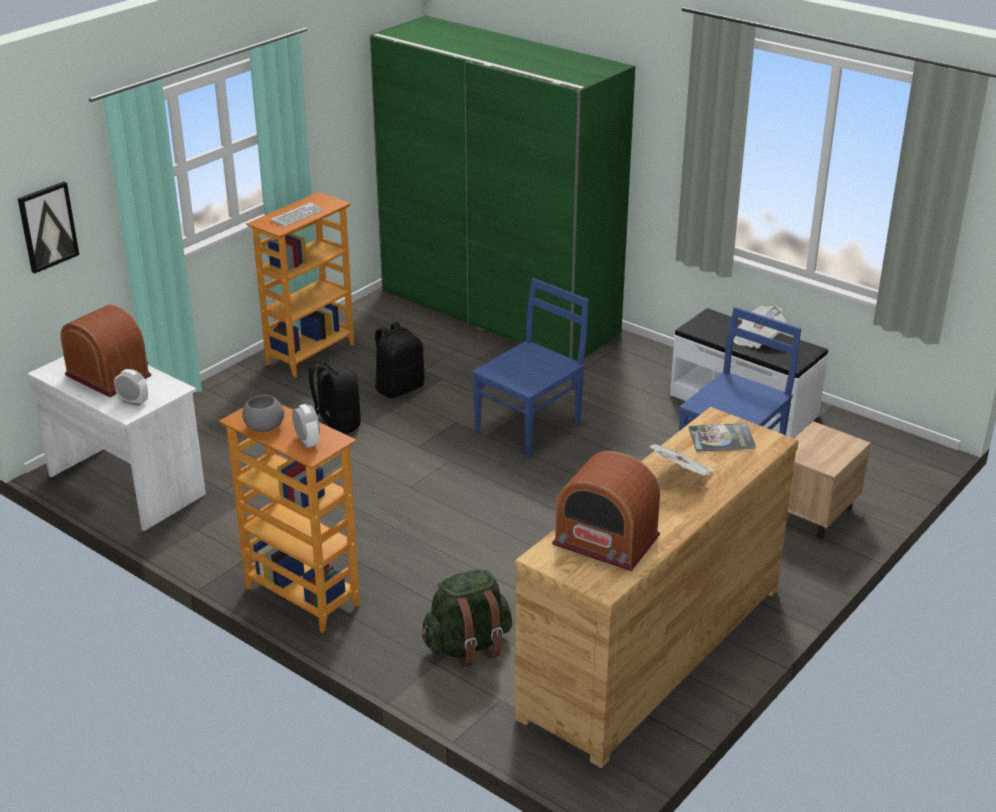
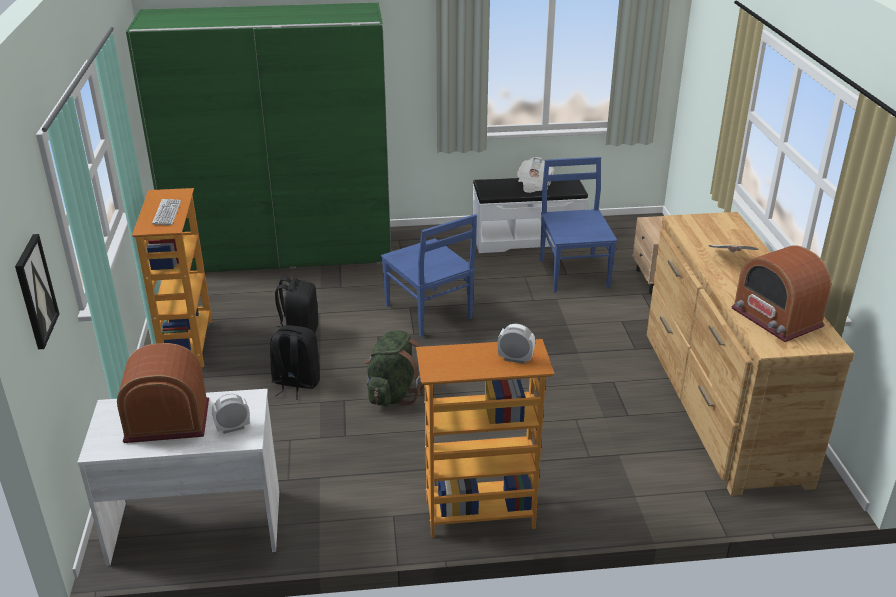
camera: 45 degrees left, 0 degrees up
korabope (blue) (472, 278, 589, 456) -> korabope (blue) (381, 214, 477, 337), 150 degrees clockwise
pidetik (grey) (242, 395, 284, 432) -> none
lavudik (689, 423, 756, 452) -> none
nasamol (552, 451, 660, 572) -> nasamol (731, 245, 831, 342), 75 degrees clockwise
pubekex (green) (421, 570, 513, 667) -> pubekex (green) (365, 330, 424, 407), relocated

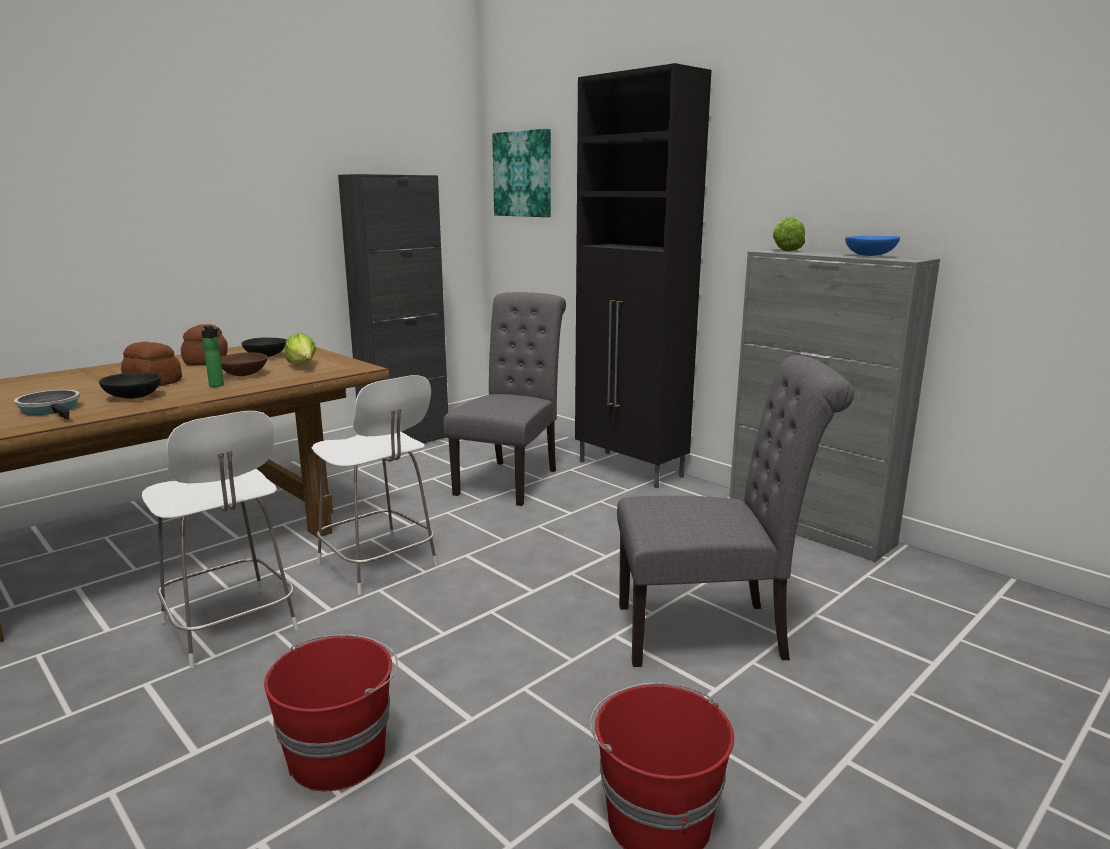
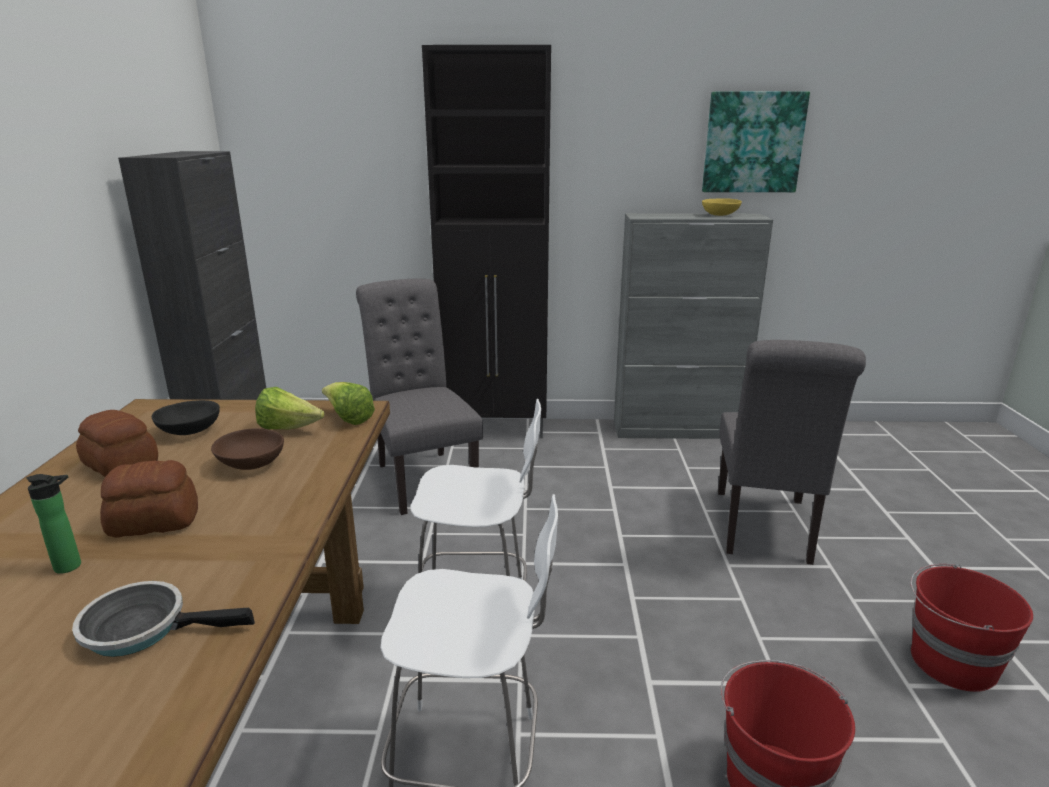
camera: 45 degrees left, 5 degrees up
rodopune (492, 129, 551, 217) -> rodopune (702, 92, 810, 192), relocated
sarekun (773, 217, 805, 251) -> sarekun (322, 382, 375, 425), relocated
pidetik (blue) (845, 236, 900, 256) -> pidetik (yellow) (702, 198, 742, 216)
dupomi (201, 325, 224, 387) -> dupomi (26, 474, 81, 574), relocated
korabope (grey) (617, 355, 854, 667) -> korabope (grey) (718, 340, 866, 565), 150 degrees clockwise
pidetik (black) (99, 373, 161, 399) -> none

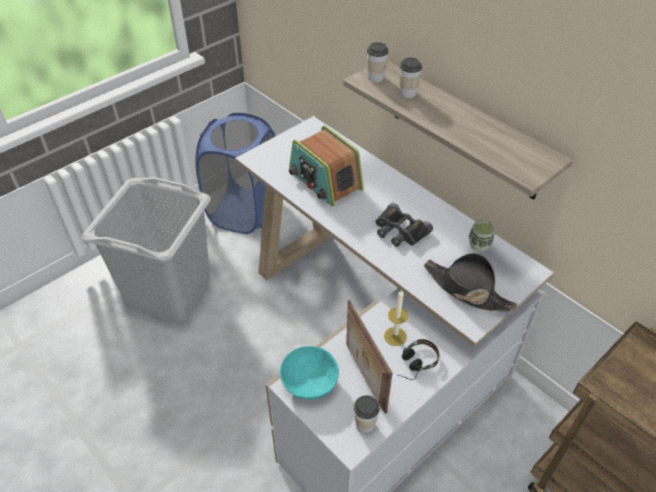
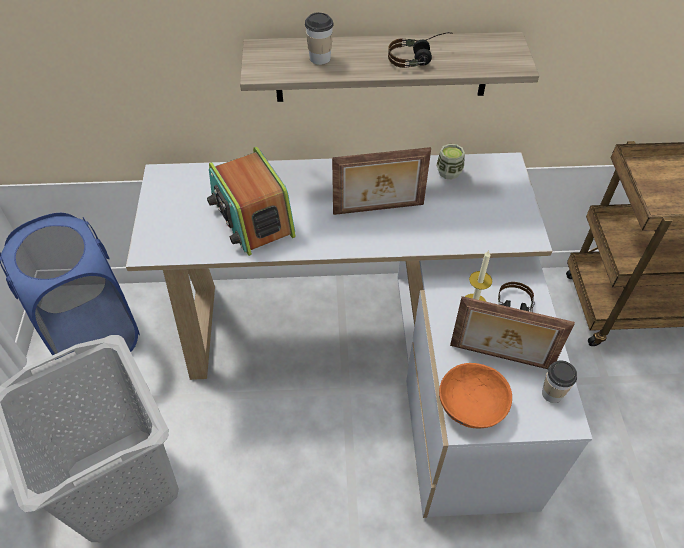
camera: 50 degrees left, 5 degrees up
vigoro (367, 42, 389, 82) -> none
nasamol (289, 125, 364, 207) -> nasamol (207, 147, 295, 256), 60 degrees clockwise
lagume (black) (375, 203, 433, 247) -> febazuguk (332, 147, 431, 215)
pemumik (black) (424, 253, 517, 311) -> none
pidetik (turquoise) (280, 346, 339, 400) -> pidetik (orange) (439, 363, 512, 428)
none -> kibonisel (388, 32, 453, 68)

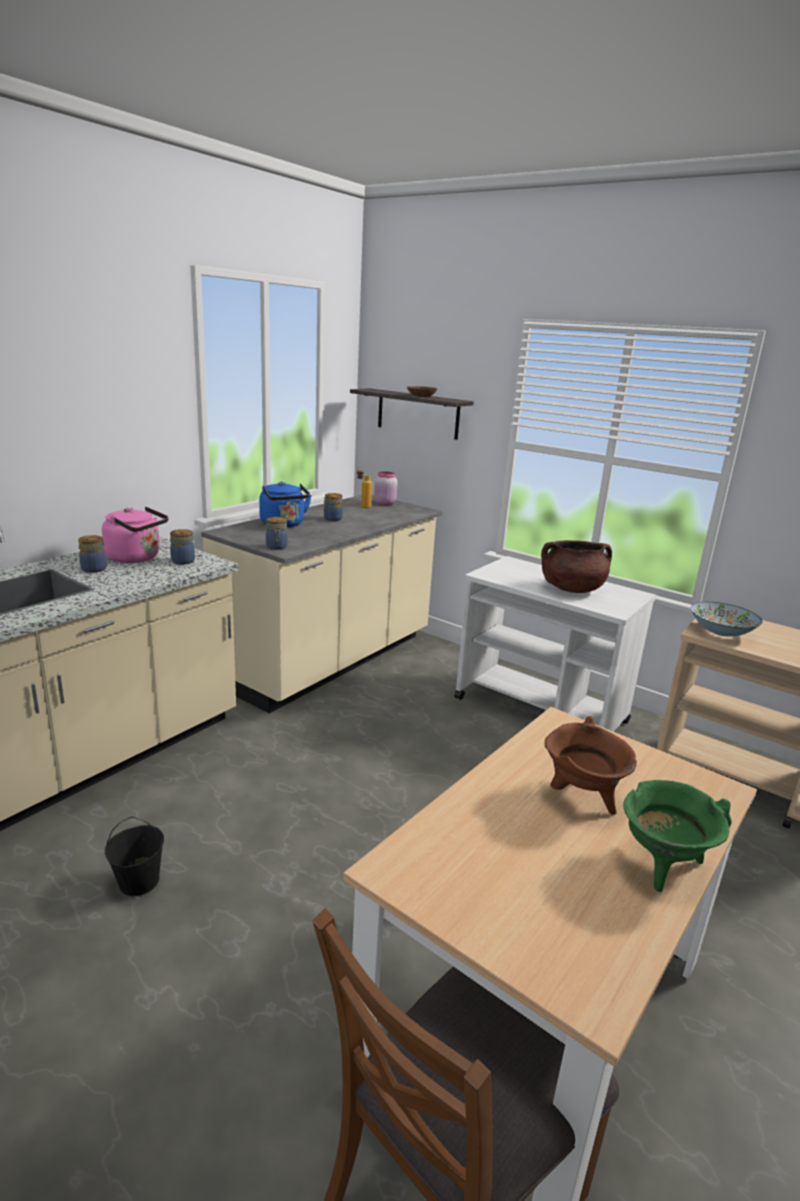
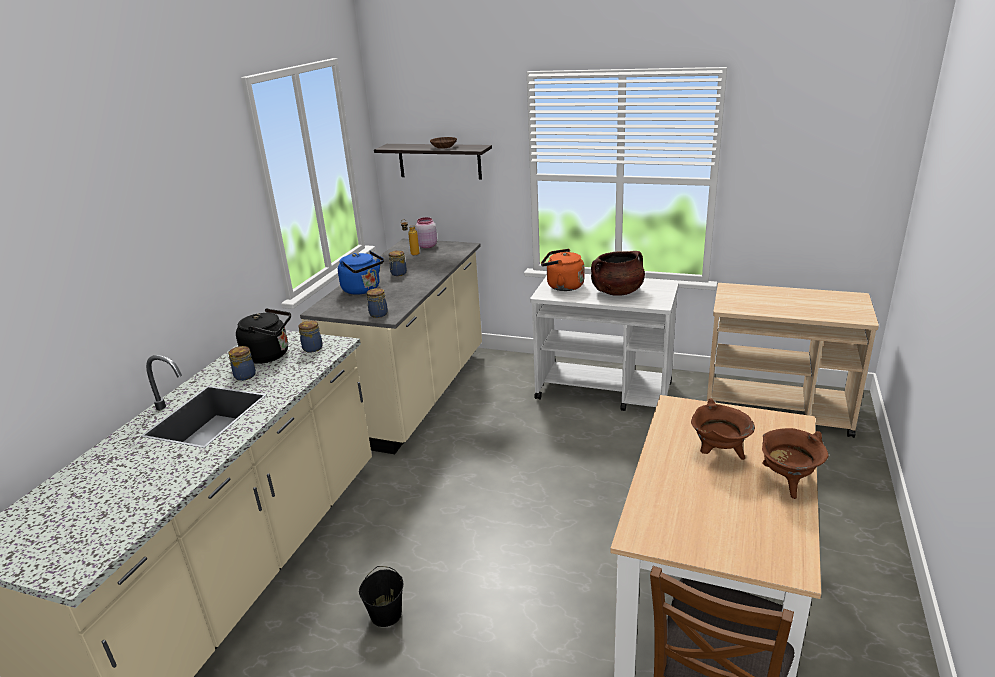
camera: 15 degrees left, 5 degrees up
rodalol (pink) (102, 507, 169, 563) -> rodalol (black) (236, 308, 291, 364)
pidetik (691, 602, 763, 637) -> none
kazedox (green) (623, 780, 732, 892) -> kazedox (brown) (762, 428, 829, 499)
none -> rodalol (orange) (541, 249, 584, 291)

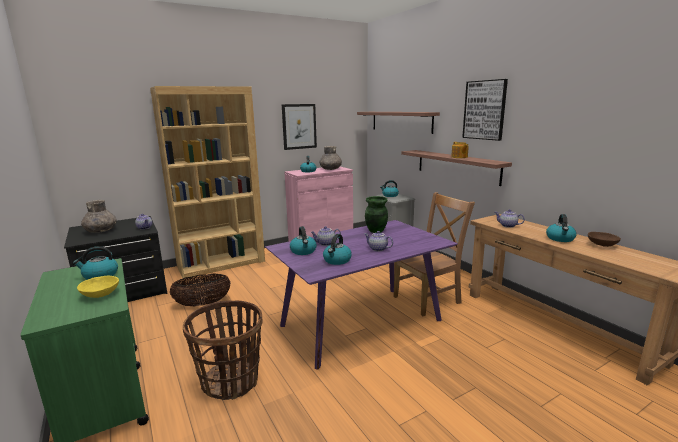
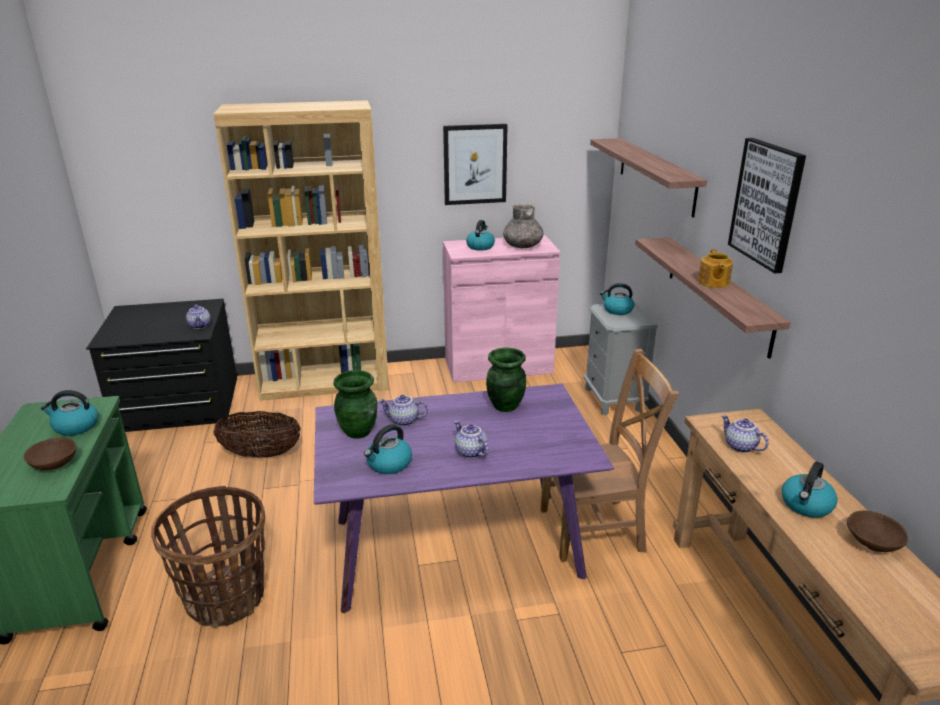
camera: 20 degrees right, 10 degrees up
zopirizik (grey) (81, 200, 117, 233) -> none
rodalol (290, 226, 317, 255) -> zopirizik (green) (333, 370, 377, 439)
pidetik (yellow) (77, 276, 119, 298) -> pidetik (brown) (24, 438, 77, 470)

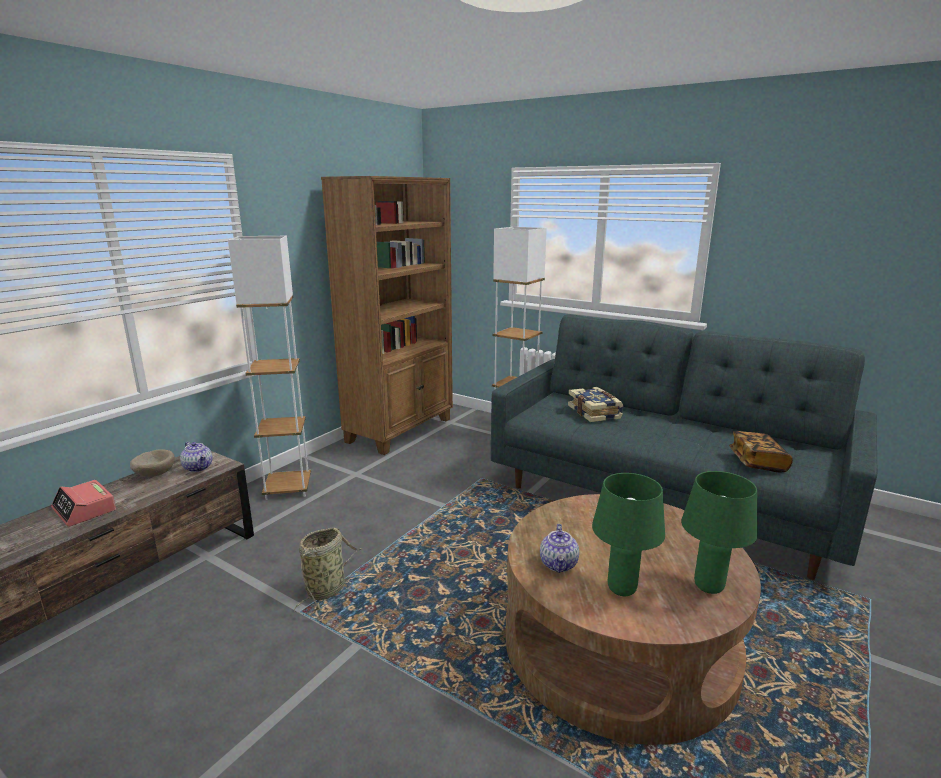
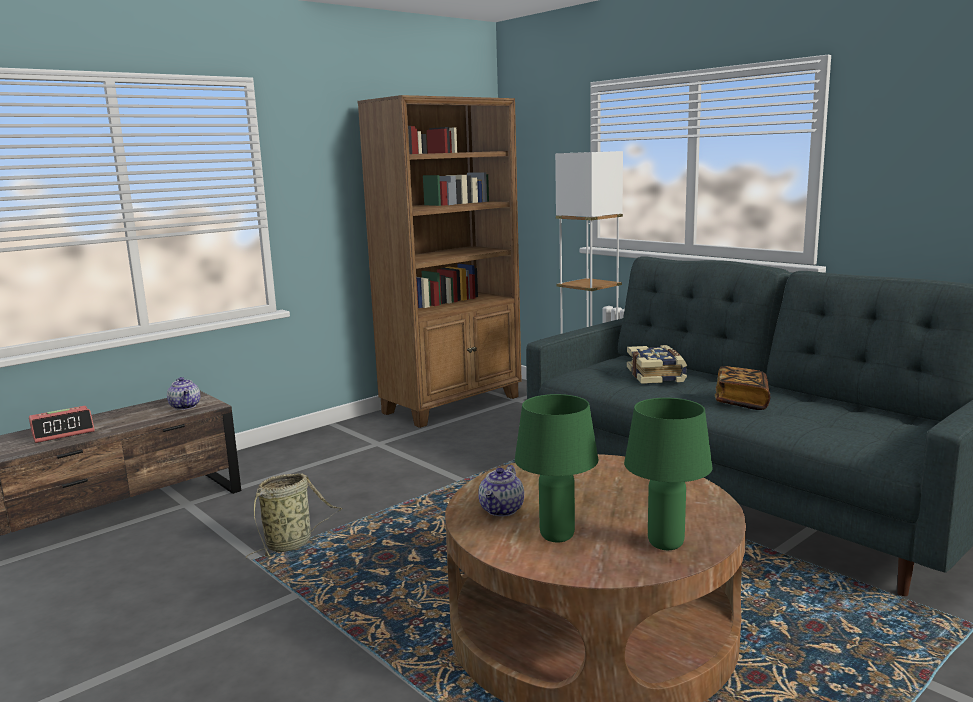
camera: 15 degrees right, 5 degrees down
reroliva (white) (228, 236, 311, 500) -> none
lavudik (729, 431, 793, 472) -> lavudik (715, 366, 770, 410), relocated
pidetik (beige) (130, 450, 175, 477) -> none
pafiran (51, 480, 116, 527) -> pafiran (29, 406, 95, 443), 90 degrees counterclockwise

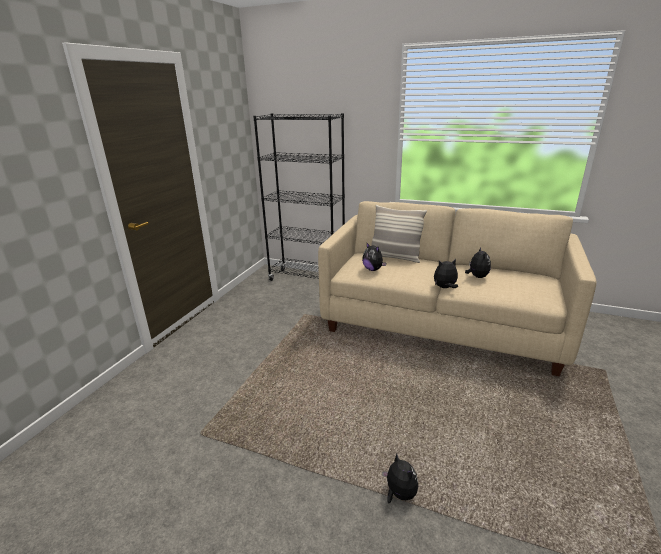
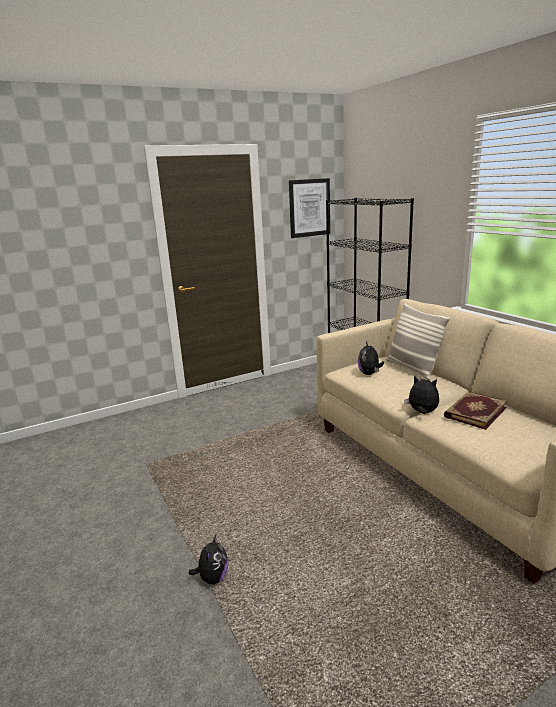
camera: 40 degrees right, 5 degrees down
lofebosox (465, 247, 491, 278) -> lavudik (444, 392, 508, 430)
none -> rodopune (289, 178, 330, 238)

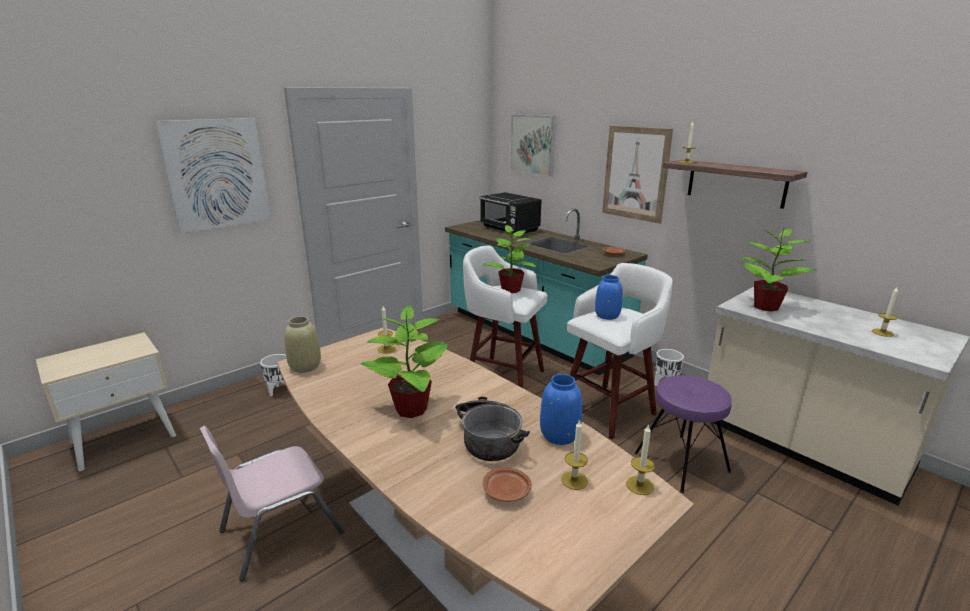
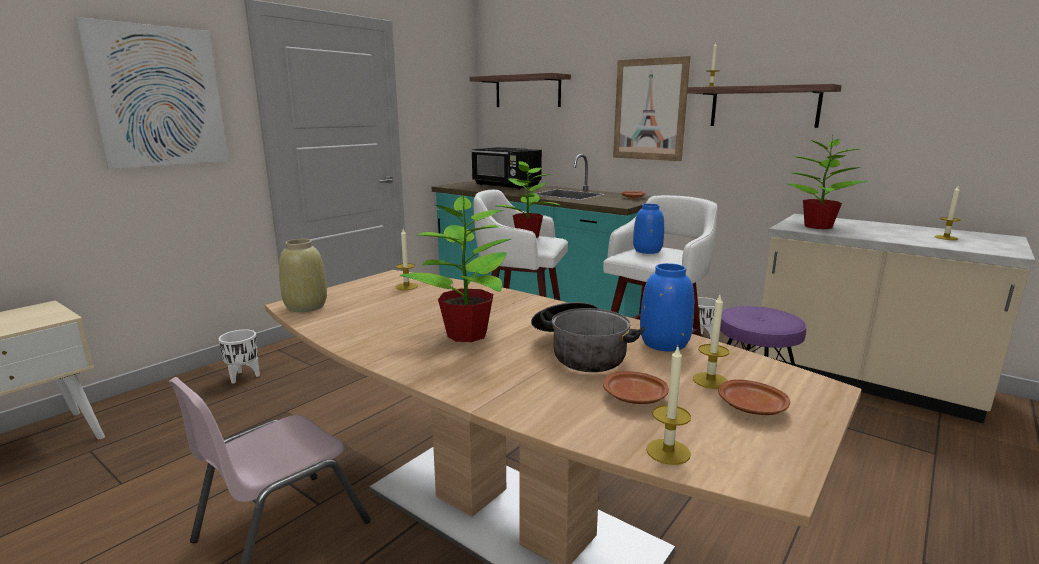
camera: 10 degrees left, 5 degrees down
rodopune (510, 115, 556, 177) -> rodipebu (470, 73, 571, 107)
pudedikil (626, 424, 655, 495) -> pudedikil (646, 347, 691, 465), relocated
none -> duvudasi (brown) (718, 379, 790, 415)

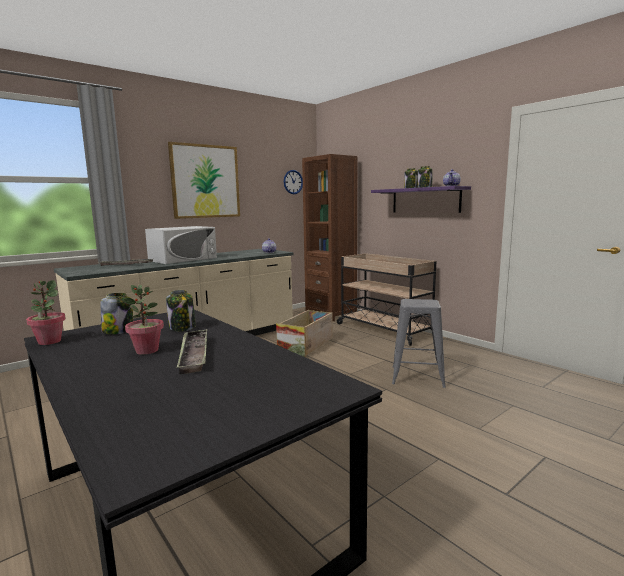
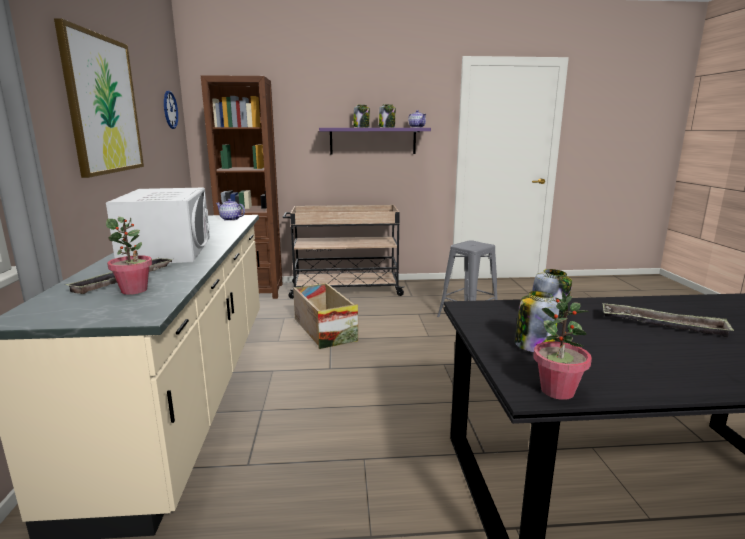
camera: 55 degrees left, 5 degrees up
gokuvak (122, 284, 164, 355) -> gokuvak (106, 217, 152, 295), relocated

